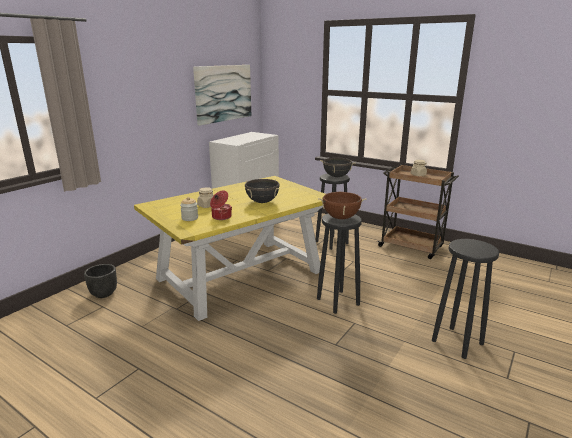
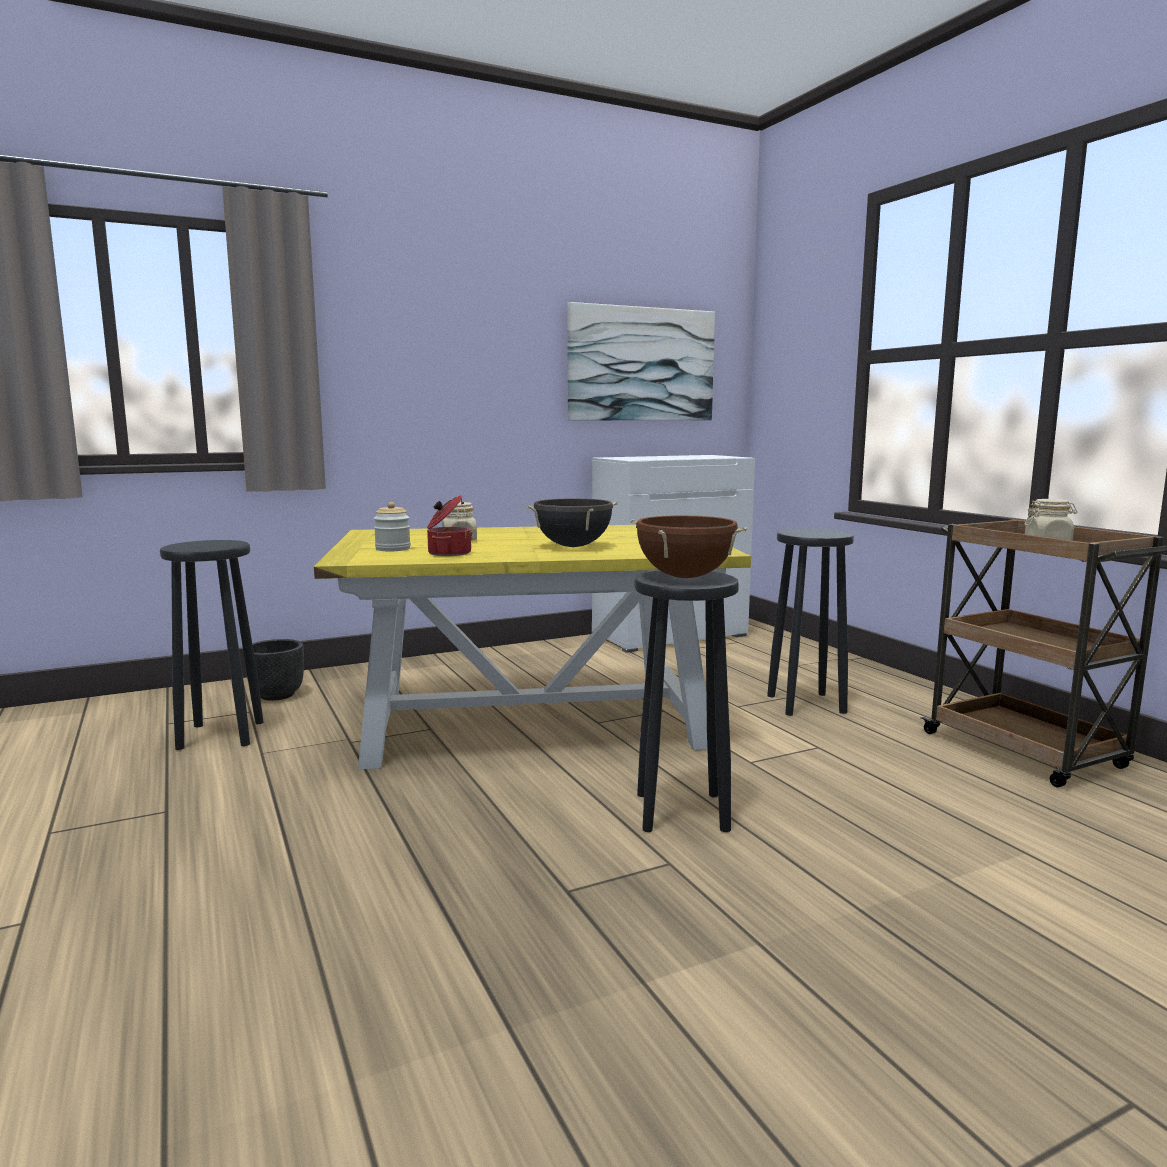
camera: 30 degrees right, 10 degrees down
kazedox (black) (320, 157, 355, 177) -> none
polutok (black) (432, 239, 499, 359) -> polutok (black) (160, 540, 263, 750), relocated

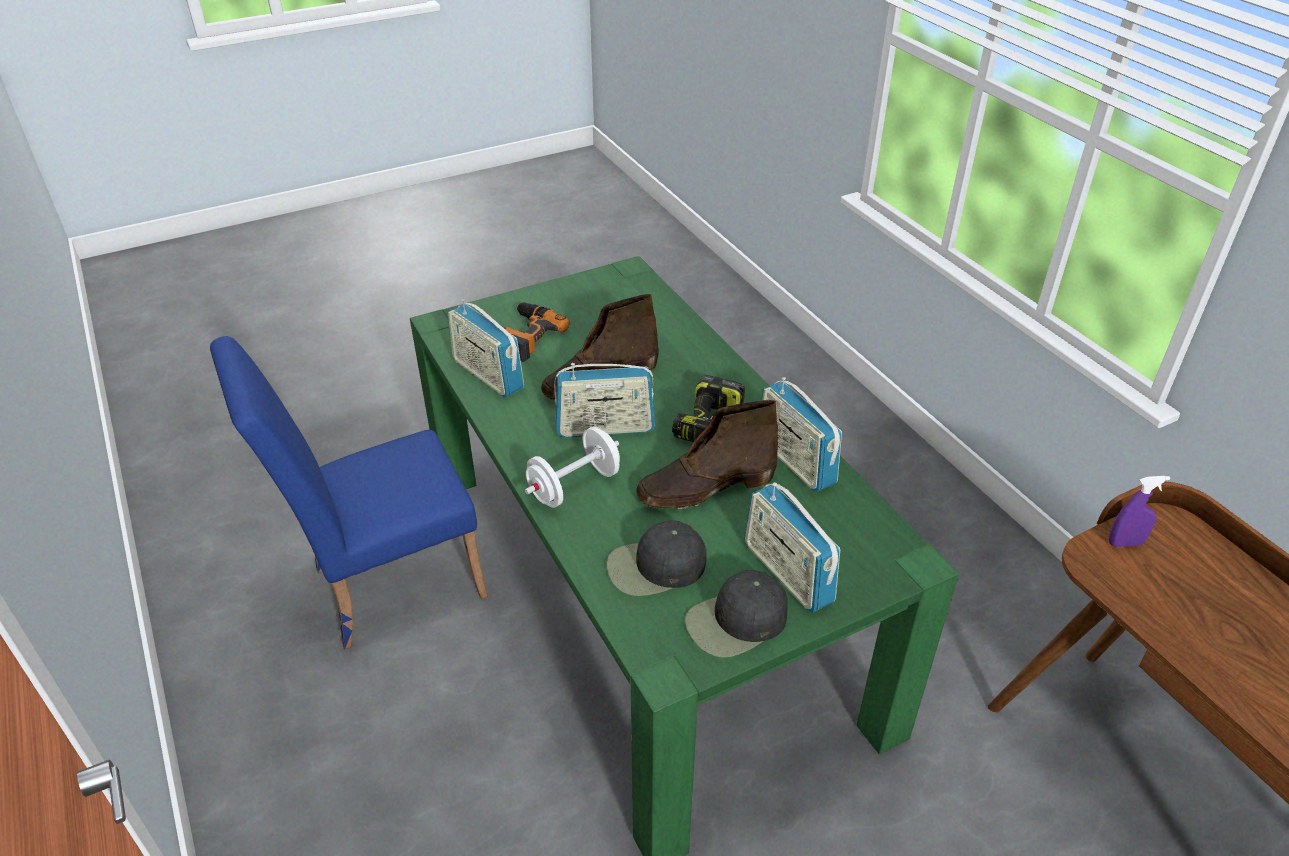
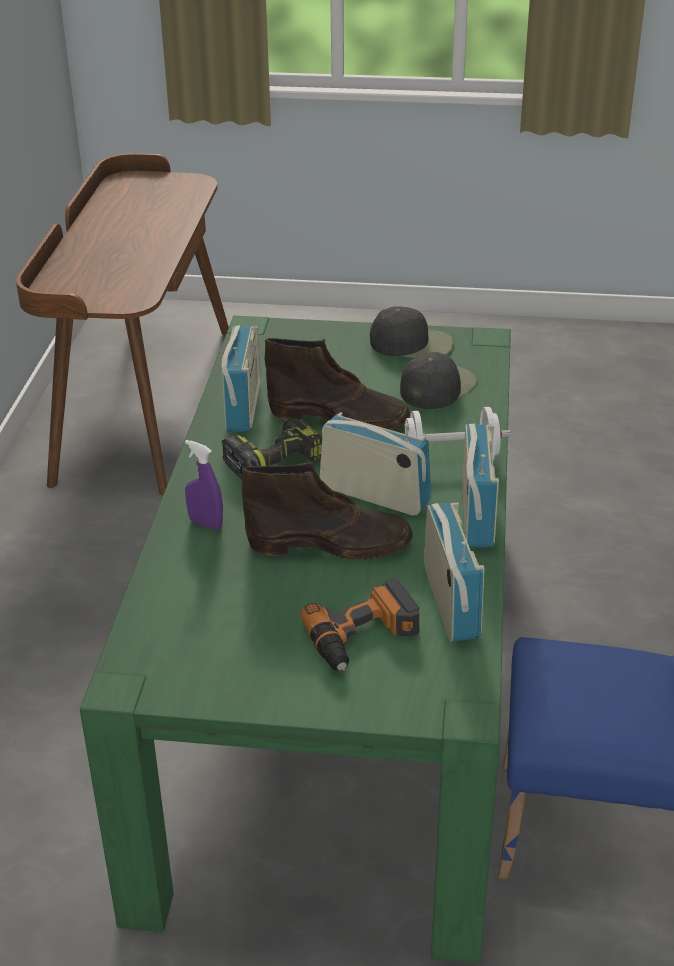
camera: 145 degrees left, 5 degrees down
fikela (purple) (1109, 476, 1170, 547) -> fikela (purple) (185, 440, 223, 530), relocated
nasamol (744, 482, 840, 612) -> nasamol (462, 423, 499, 548), relocated
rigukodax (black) (607, 520, 707, 596) -> rigukodax (black) (400, 352, 477, 409), 75 degrees counterclockwise

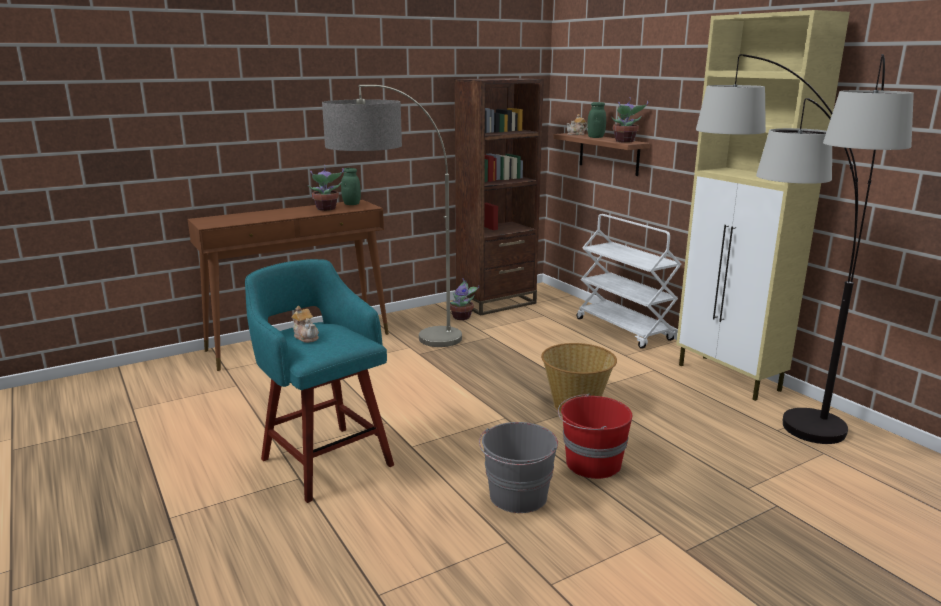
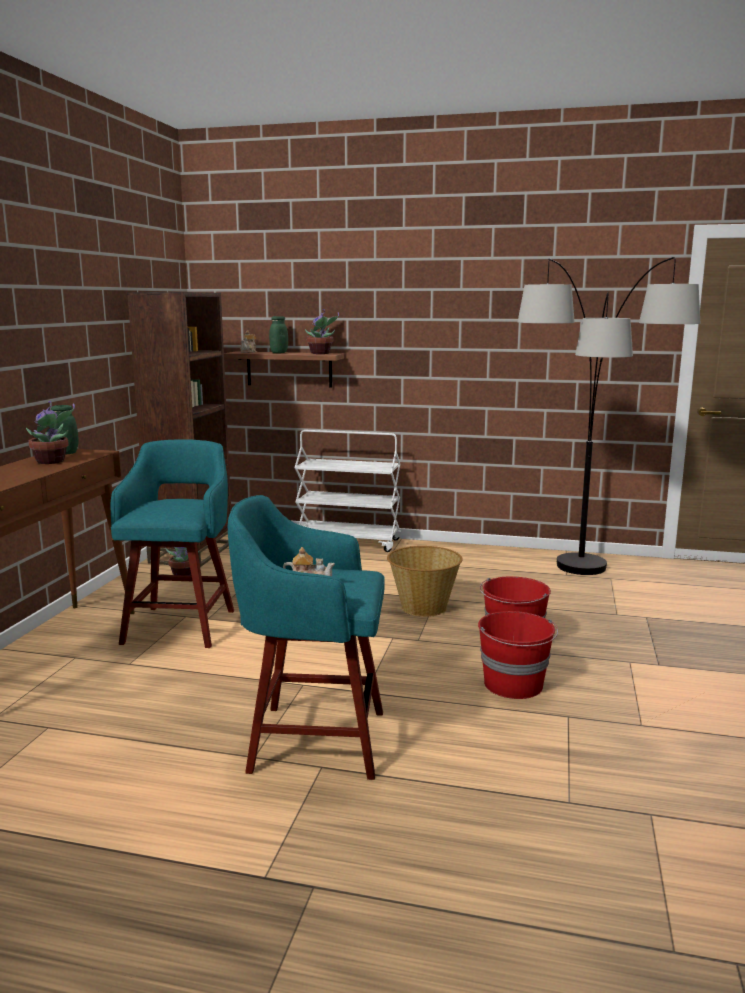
camera: 45 degrees left, 5 degrees down
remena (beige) (676, 10, 850, 401) -> none
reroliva (322, 85, 462, 347) -> polutok (turquoise) (110, 439, 234, 648)
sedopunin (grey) (479, 422, 558, 513) -> sedopunin (red) (478, 611, 558, 699)

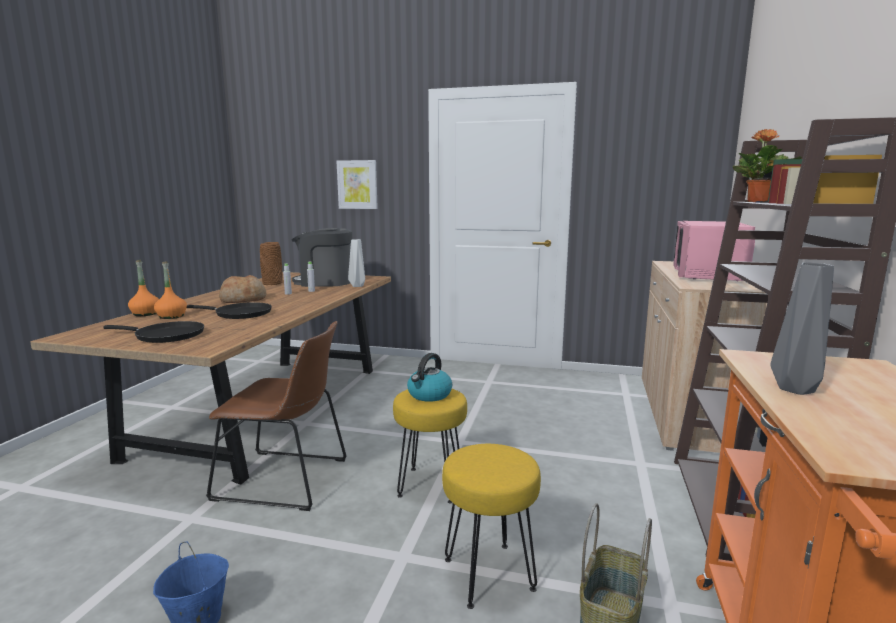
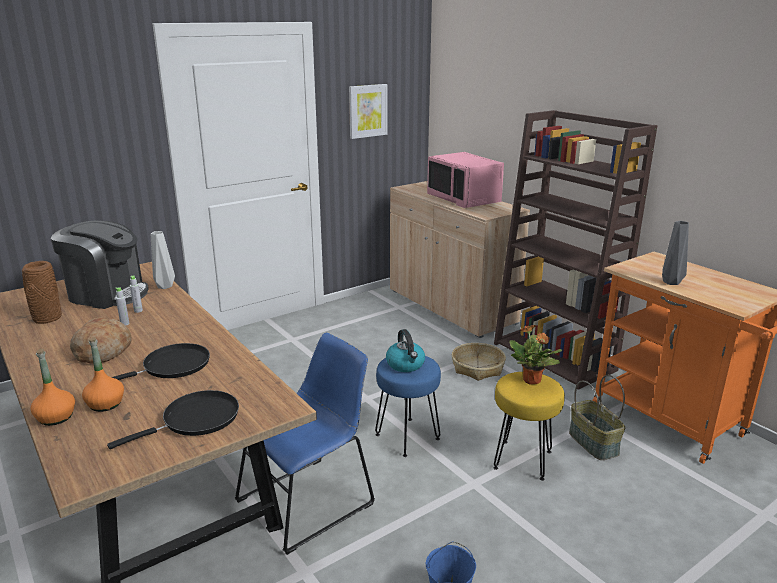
camera: 50 degrees left, 10 degrees up
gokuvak (733, 129, 802, 202) -> gokuvak (509, 325, 562, 385), relocated
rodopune (337, 160, 378, 209) -> rodopune (349, 84, 387, 139), relocated
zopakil (291, 228, 353, 287) -> zopakil (51, 221, 149, 309), 120 degrees counterclockwise
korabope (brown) (206, 321, 347, 511) -> korabope (blue) (235, 333, 375, 555)
polutok (yellow) (393, 389, 467, 504) -> polutok (blue) (375, 356, 441, 457)
none -> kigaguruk (452, 343, 506, 381)

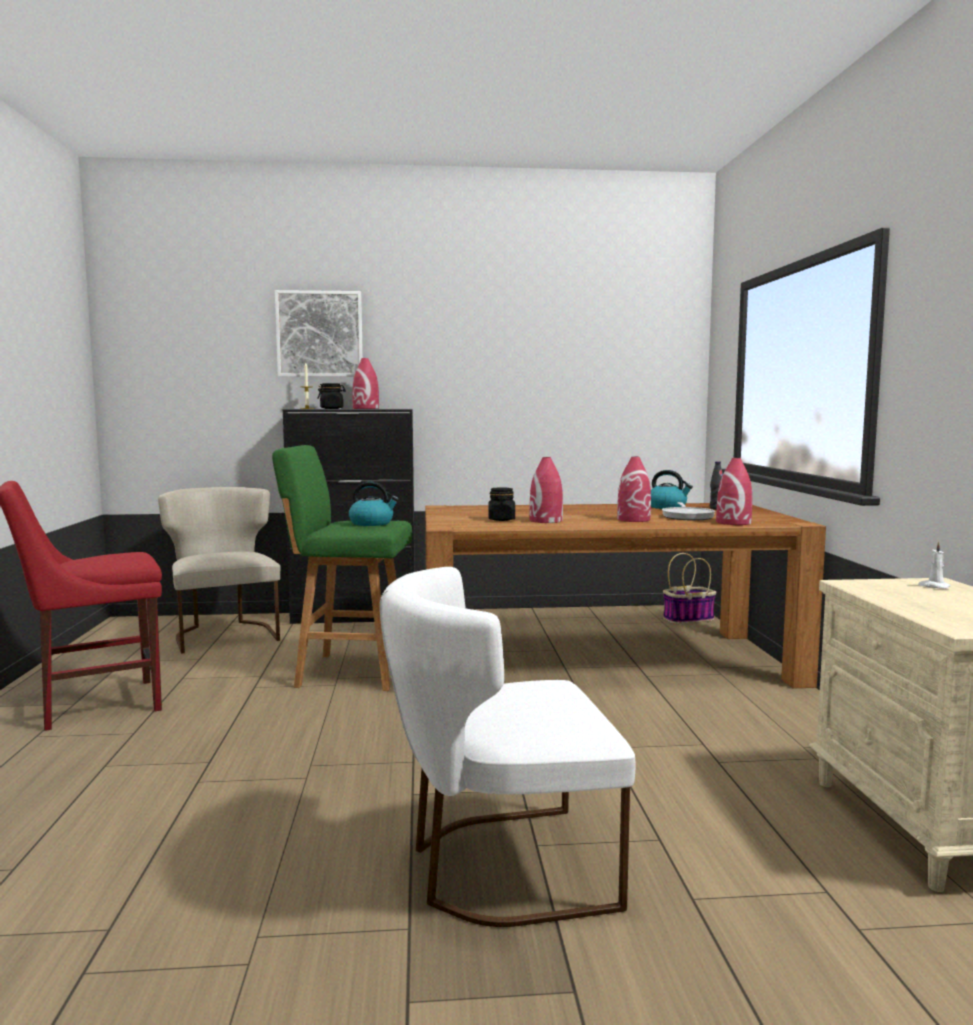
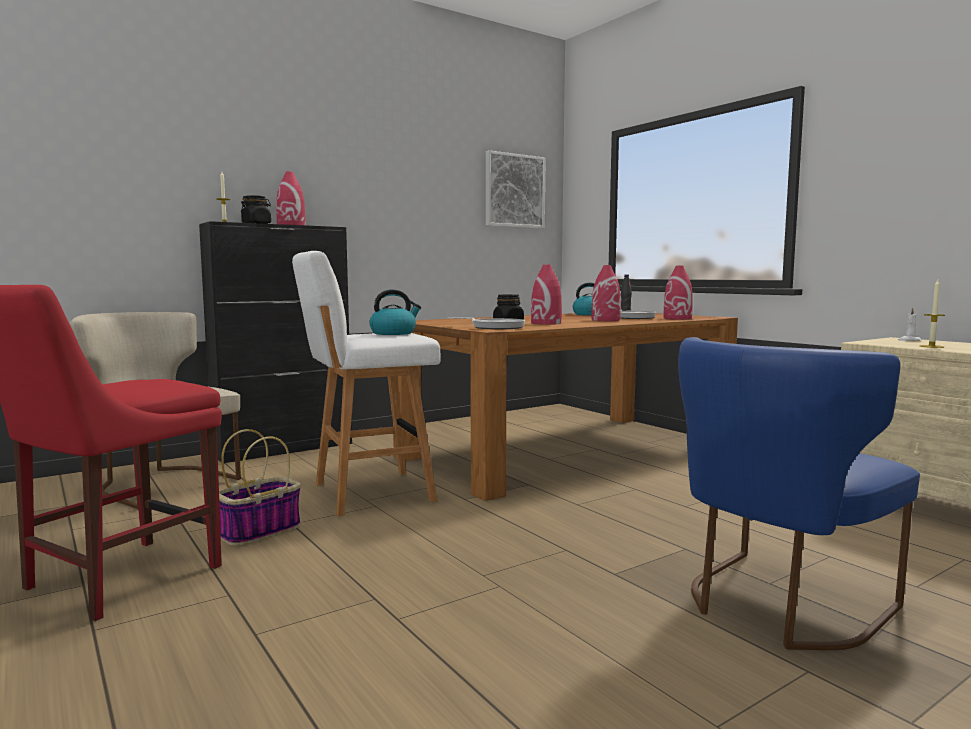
camera: 30 degrees left, 0 degrees up
rodopune (275, 290, 363, 377) -> rodopune (486, 150, 546, 228), relocated
polutok (green) (272, 445, 413, 691) -> polutok (white) (292, 251, 441, 516)
kigaguruk (663, 553, 716, 624) -> kigaguruk (219, 429, 301, 546), relocated
korabope (white) (380, 567, 635, 927) -> korabope (blue) (678, 337, 920, 650)
none -> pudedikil (920, 280, 945, 348)
none -> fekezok (448, 317, 525, 329)

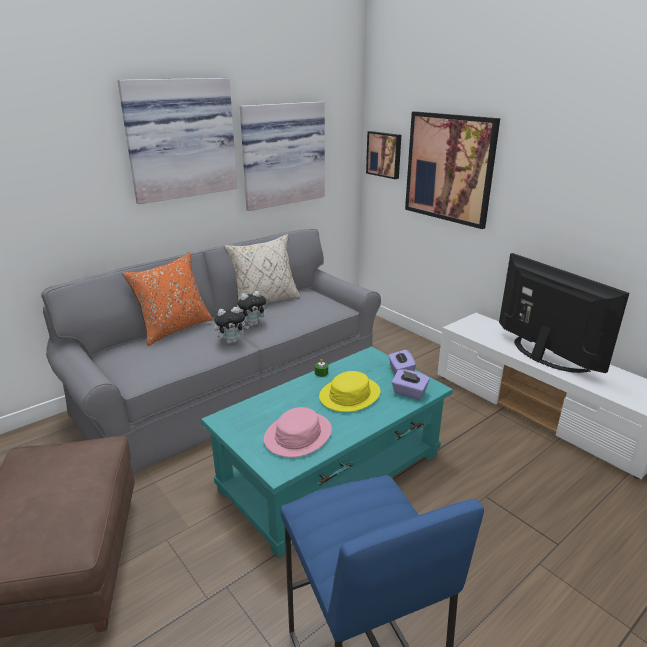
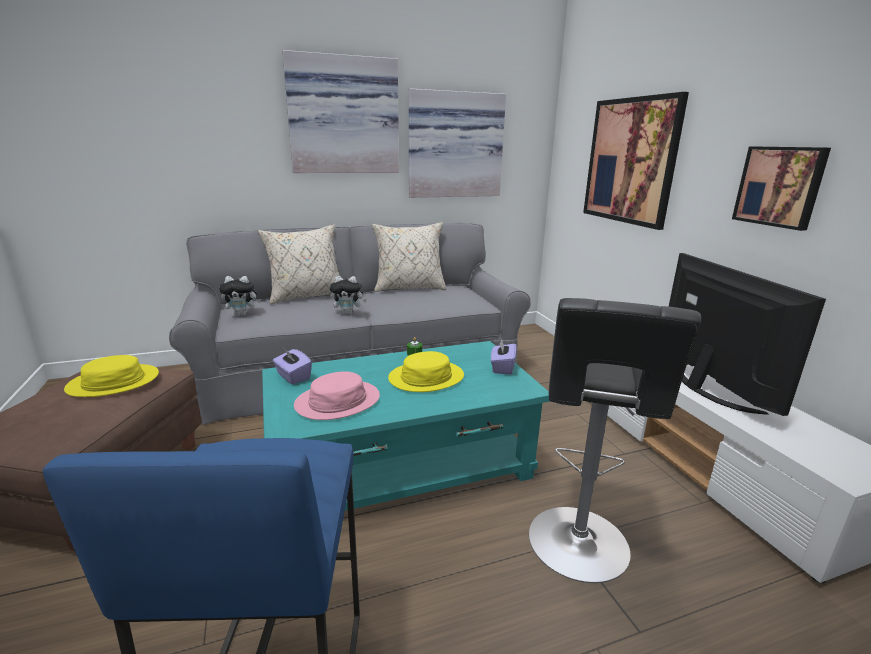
camera: 20 degrees right, 5 degrees down
rodopune (366, 131, 401, 179) -> rodopune (732, 146, 831, 231), relocated
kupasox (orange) (122, 252, 213, 346) -> kupasox (beige) (258, 224, 340, 305)
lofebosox (237, 291, 269, 326) -> lofebosox (219, 276, 261, 316), relocated
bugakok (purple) (391, 369, 430, 399) -> bugakok (purple) (273, 348, 312, 384), relocated
none -> polutok (black) (529, 298, 701, 583)
none -> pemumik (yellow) (64, 355, 159, 397)

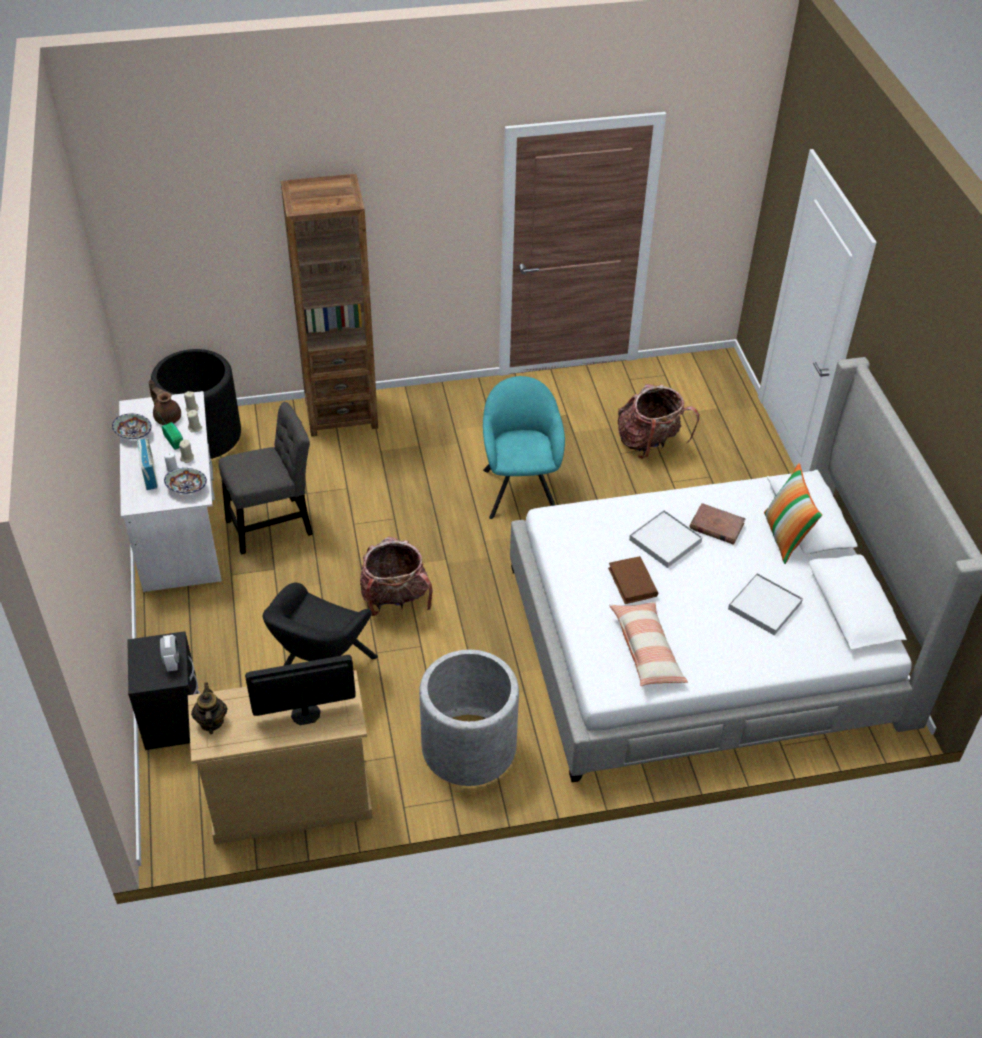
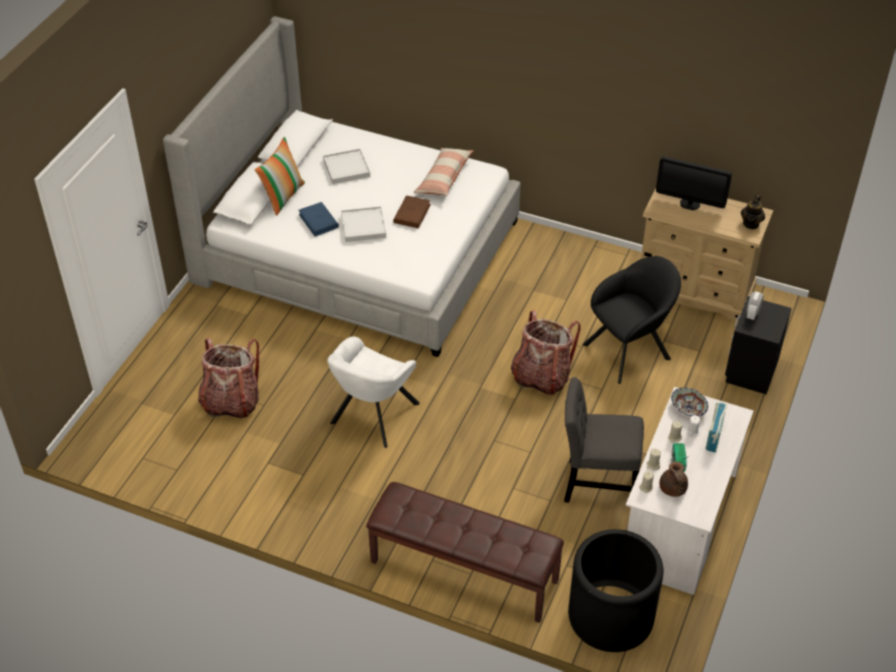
camera: 145 degrees left, 0 degrees up
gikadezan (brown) (281, 174, 378, 437) -> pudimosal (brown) (366, 482, 564, 623)
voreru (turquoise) (483, 376, 565, 519) -> voreru (white) (327, 336, 420, 448)
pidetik (112, 414, 152, 439) -> none
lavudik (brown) (689, 503, 746, 545) -> lavudik (blue) (299, 202, 339, 237)
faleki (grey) (419, 650, 519, 786) -> none

